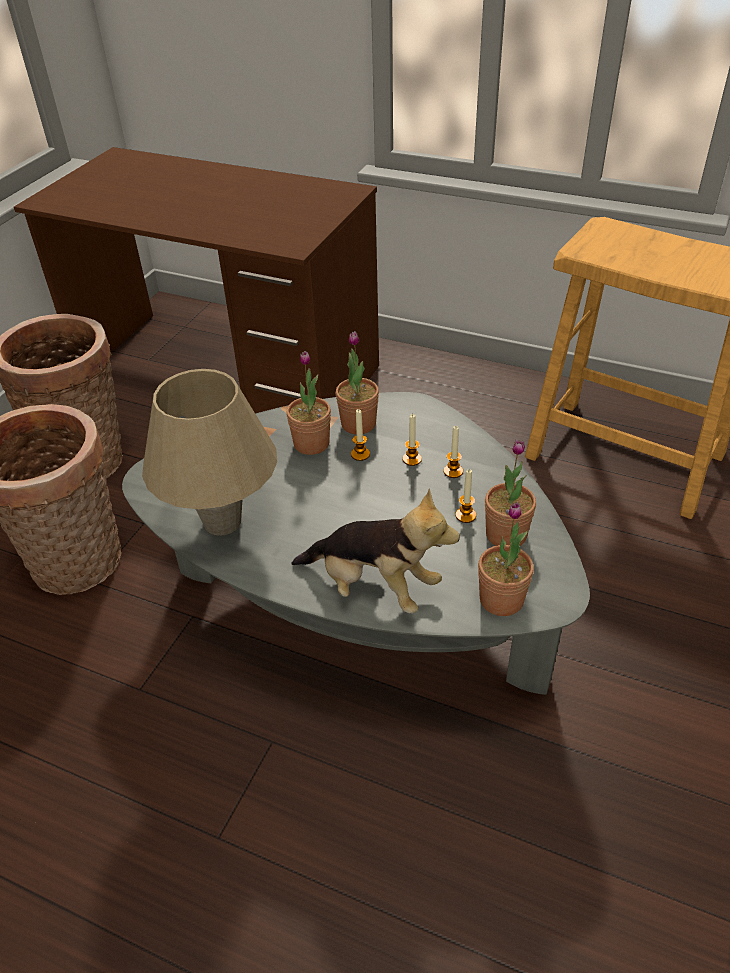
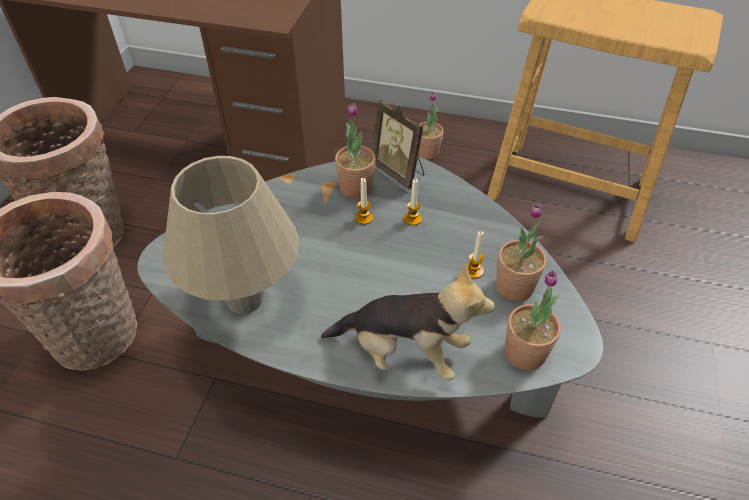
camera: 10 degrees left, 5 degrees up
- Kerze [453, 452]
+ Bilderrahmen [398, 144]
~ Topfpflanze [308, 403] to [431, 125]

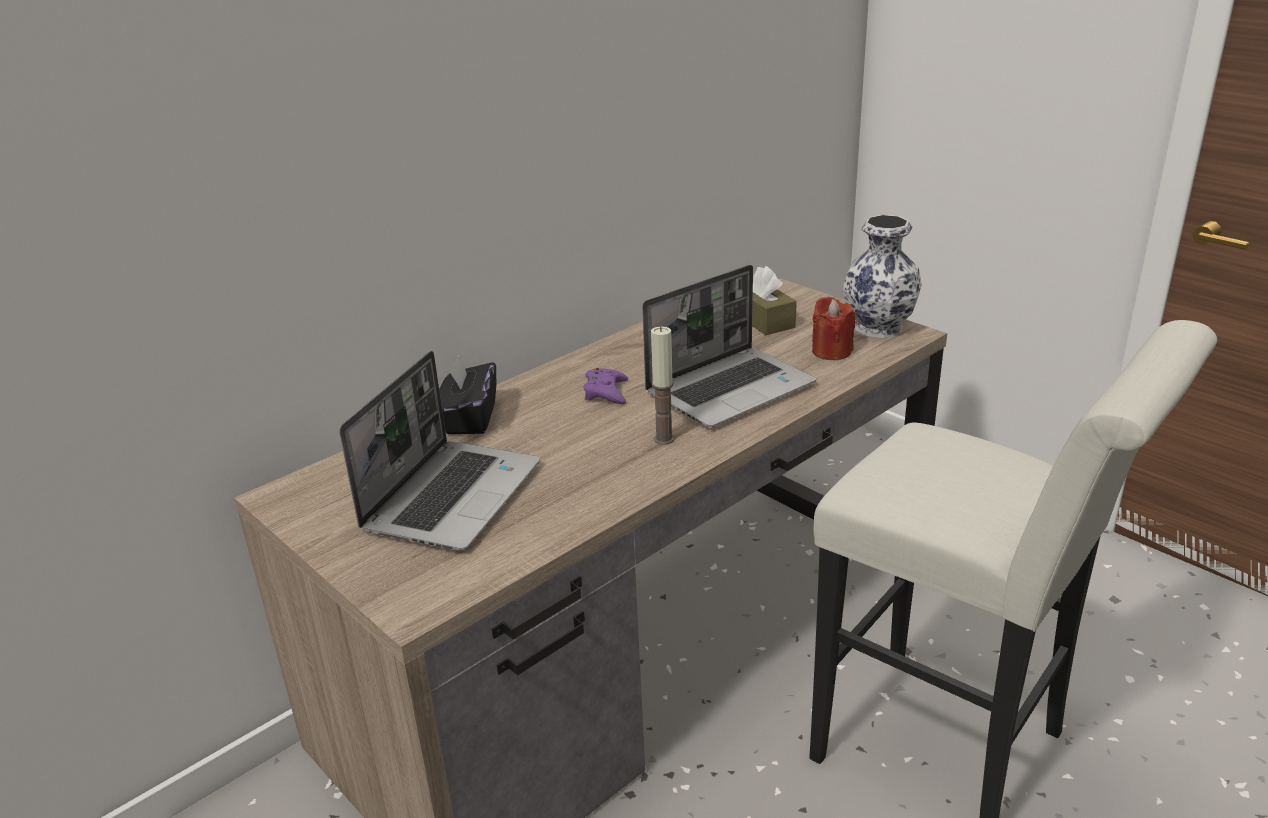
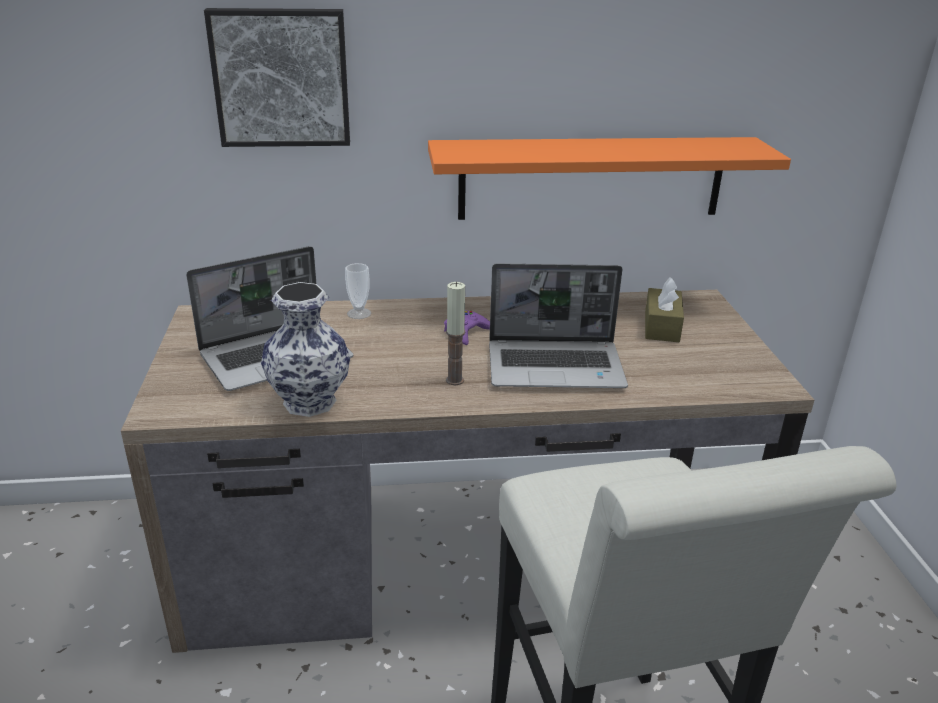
camera: 35 degrees right, 0 degrees up
- Kerze/rot [833, 328]
+ Bild [277, 77]
+ Wandregal/orange [609, 178]
~ Vase [882, 276] to [305, 349]
~ Taschentuchbox/schwarz [467, 394] to Tasse [358, 291]

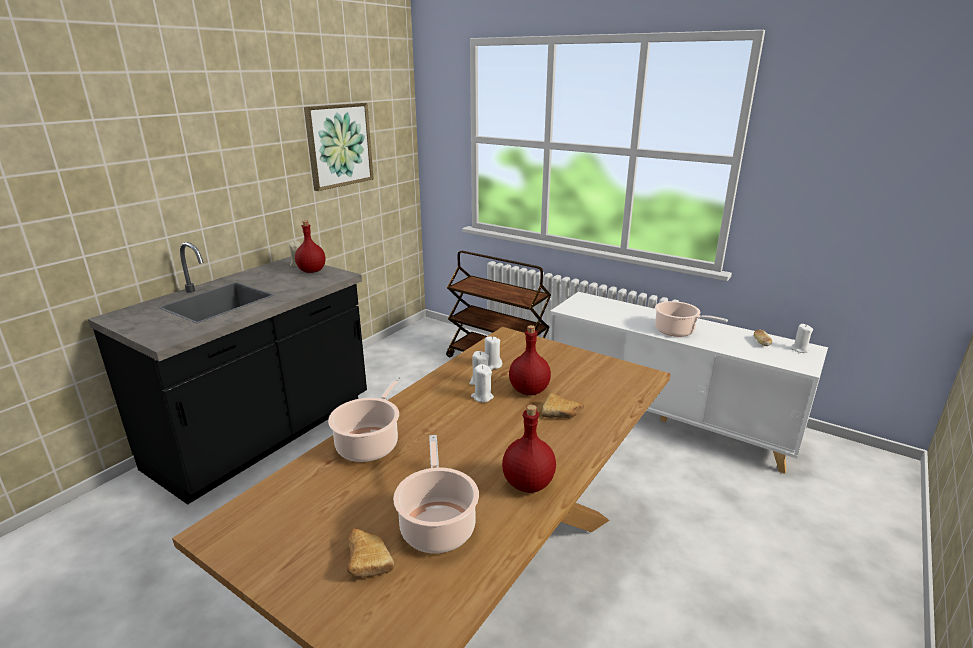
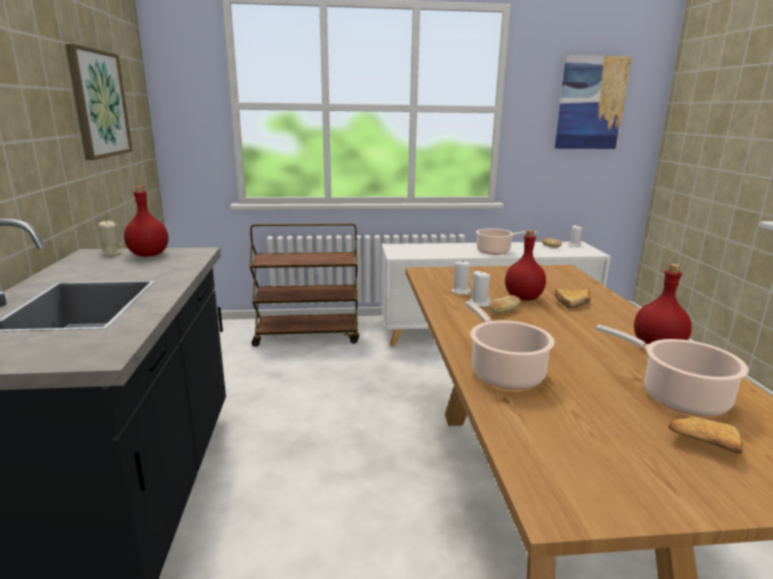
camera: 40 degrees left, 5 degrees down
+ Bild [593, 102]
~ Kerze/weiß [482, 383] to Brot [504, 304]

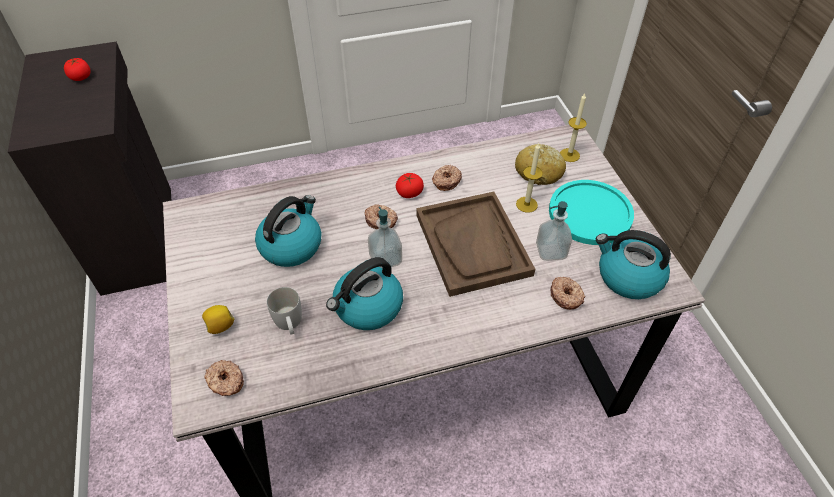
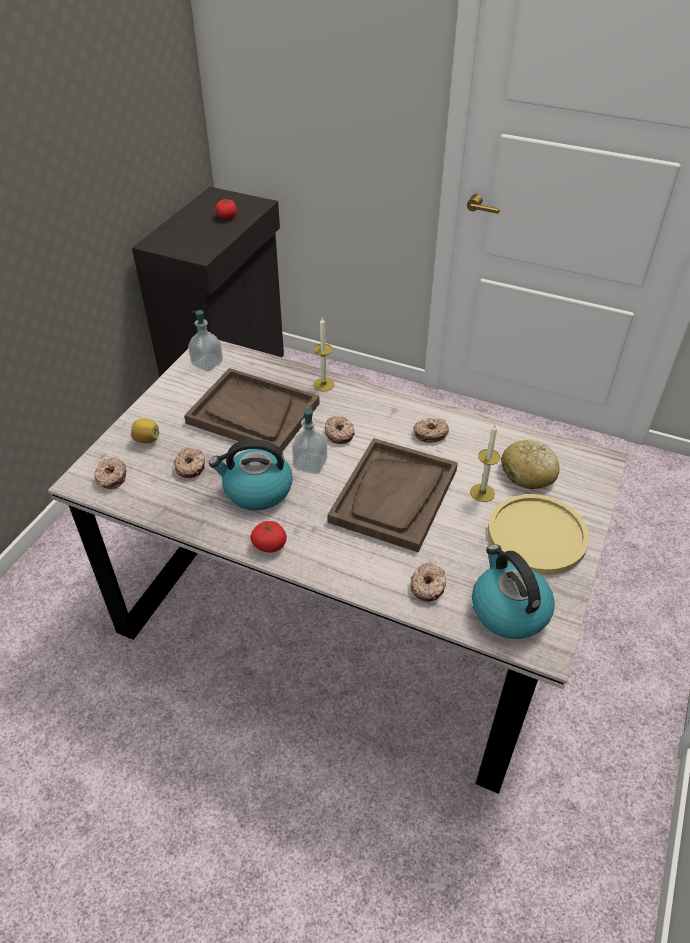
camera: 40 degrees right, 5 degrees down
~ Tomate [410, 185] to [268, 536]
~ Seifenspender [554, 231] to [205, 341]
~ Kerze [573, 128] to [324, 355]
~ Wasserkessel [288, 231] to Tablett/braun [252, 410]
~ Henkelbecher/weiß [284, 311] to Donut [189, 463]
~ Teller/türkis [591, 212] to Teller/gelb [538, 534]

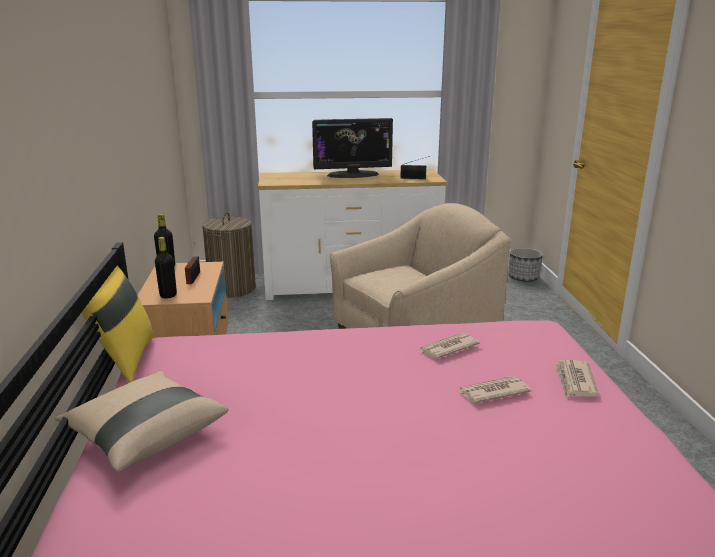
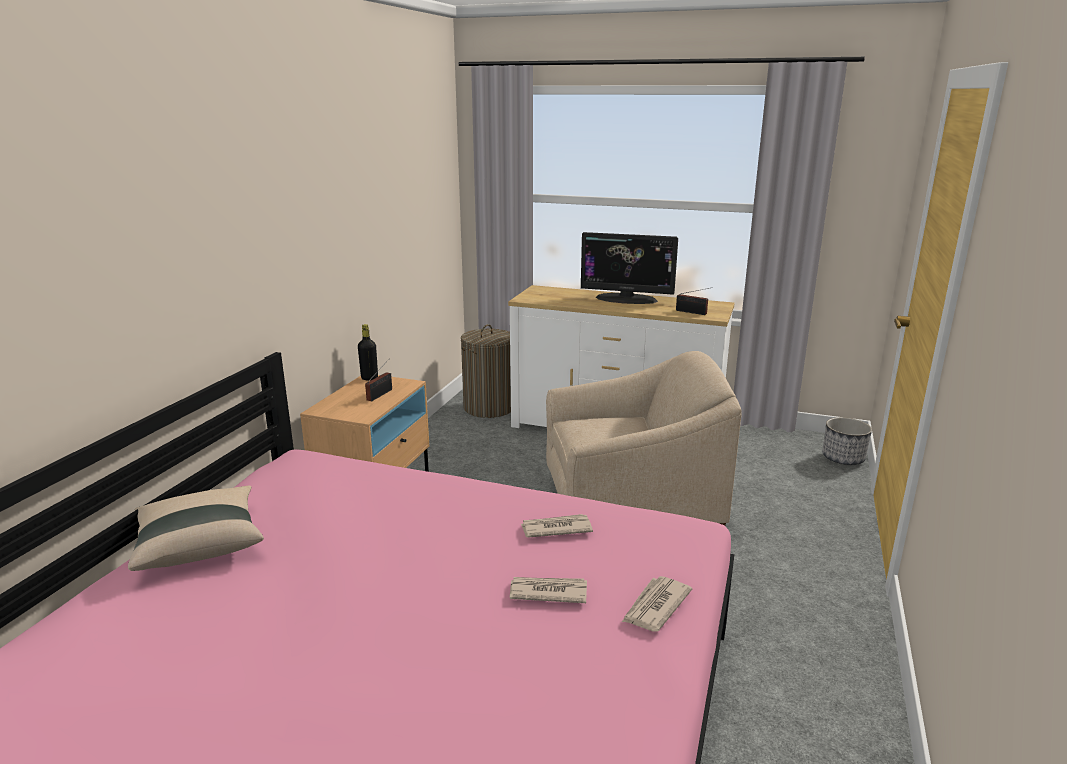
camera: 25 degrees right, 0 degrees up
- Kissen/gelb [117, 324]
- Flasche/schwarz [166, 267]

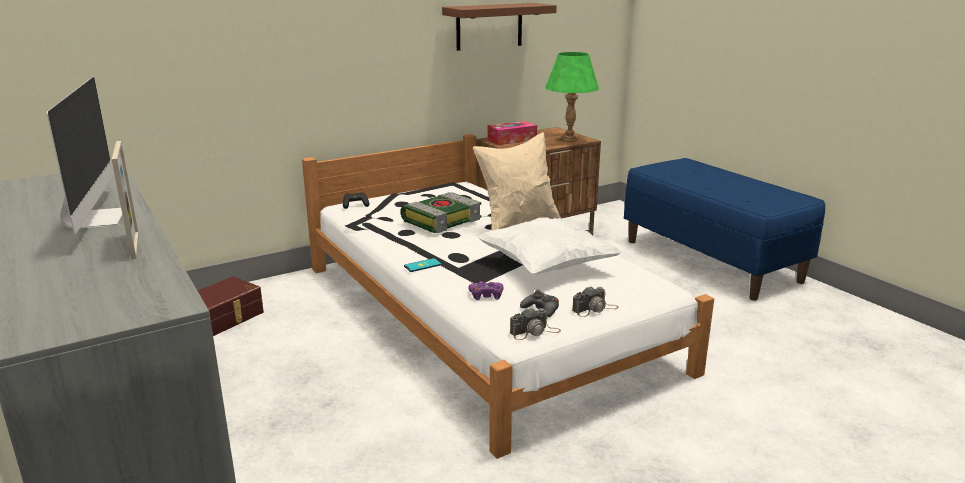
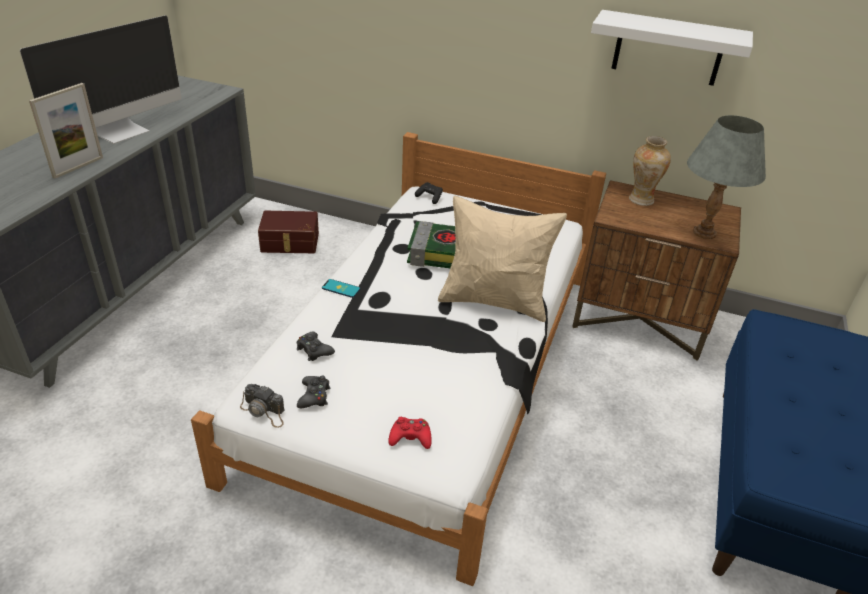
camera: 50 degrees right, 15 degrees up
- Kissen/weiß [549, 245]
- Kamera [595, 301]
+ Gamepad/rot [409, 433]
~ Taschentuchbox [512, 133] to Vase [650, 171]
~ Wandregal/braun [499, 27] to Wandregal/weiß [672, 48]
~ Gamepad/lila [486, 290] to Gamepad/schwarz [316, 346]
~ Tischlampe/grün [572, 97] to Tischlampe/grau [726, 177]

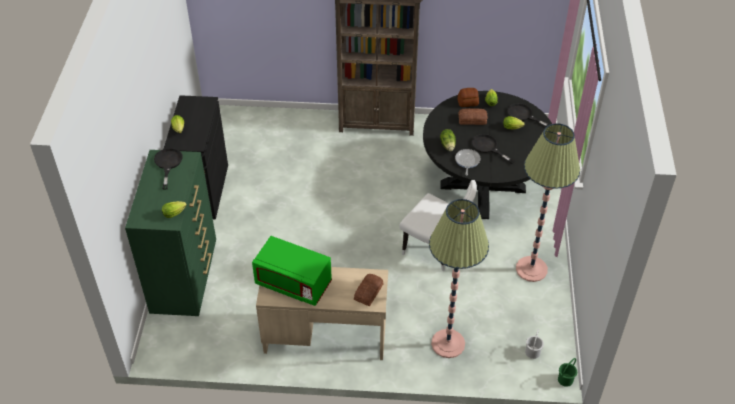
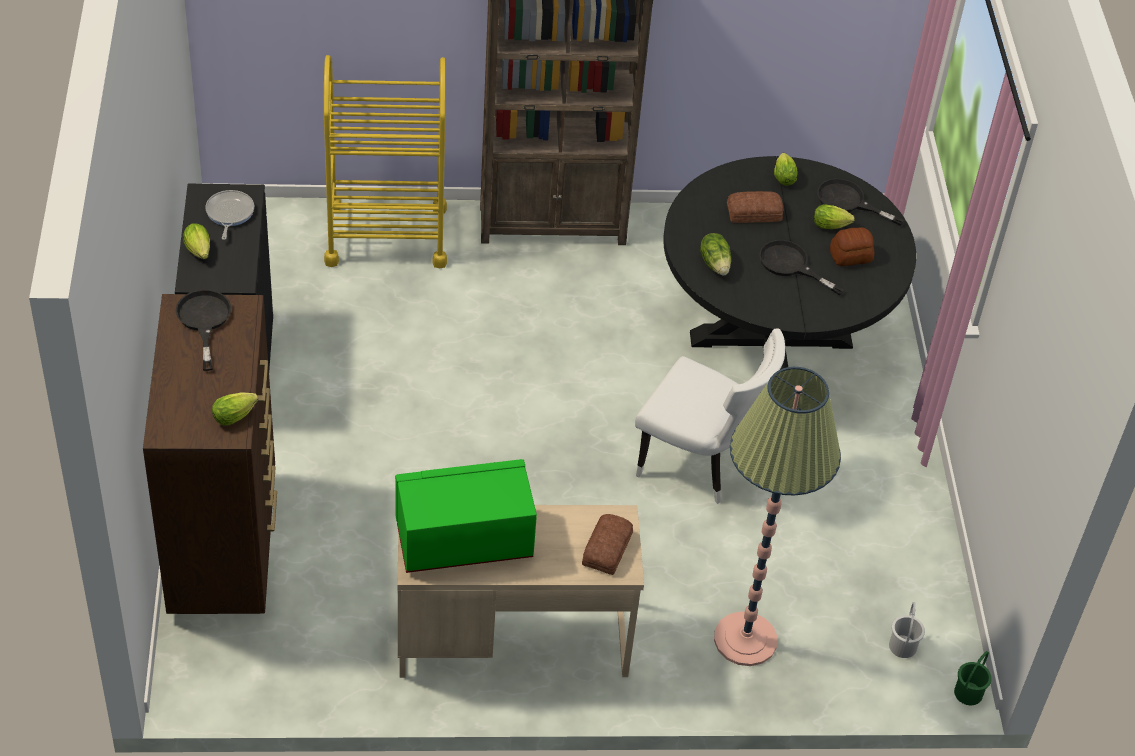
camera: 10 degrees left, 0 degrees up
- Stehlampe [548, 202]
+ Rollwagen/gelb [385, 162]
~ Pfanne [467, 162] to [229, 215]
~ Brot [468, 97] to [852, 246]
~ Kommode/grün [170, 233] to Kommode/braun [210, 454]
~ Mikrowelle/grün [292, 271] = [466, 516] 150 degrees clockwise

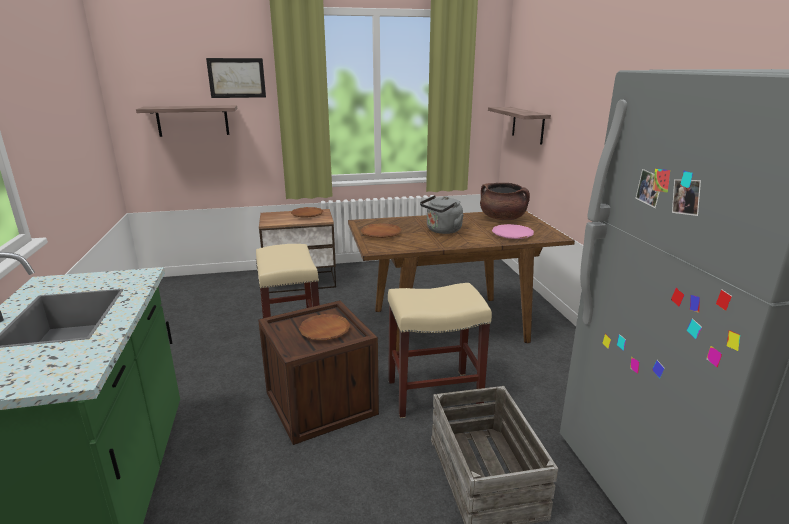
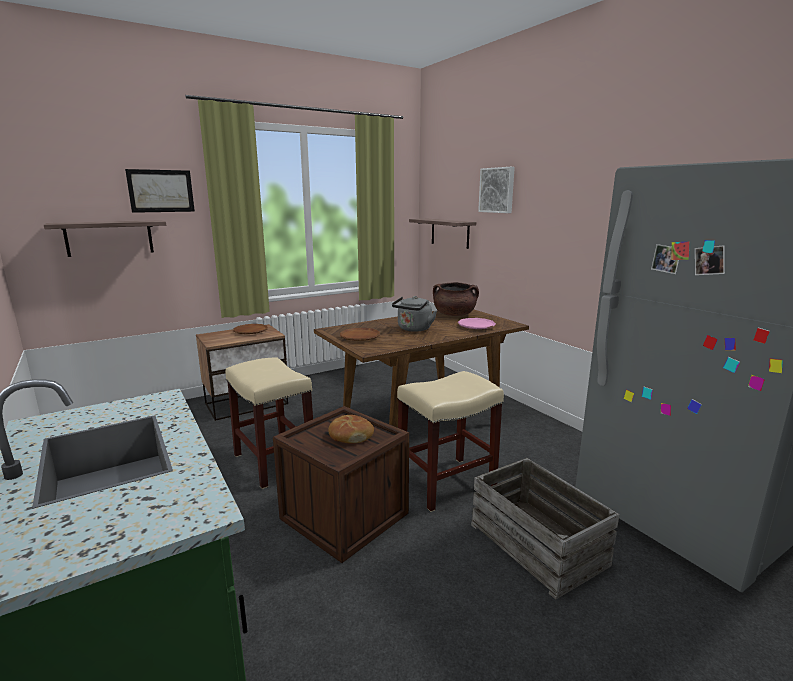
camera: 20 degrees left, 5 degrees down
+ Bild [496, 190]
~ Teller/braun [324, 327] to Brot [351, 429]

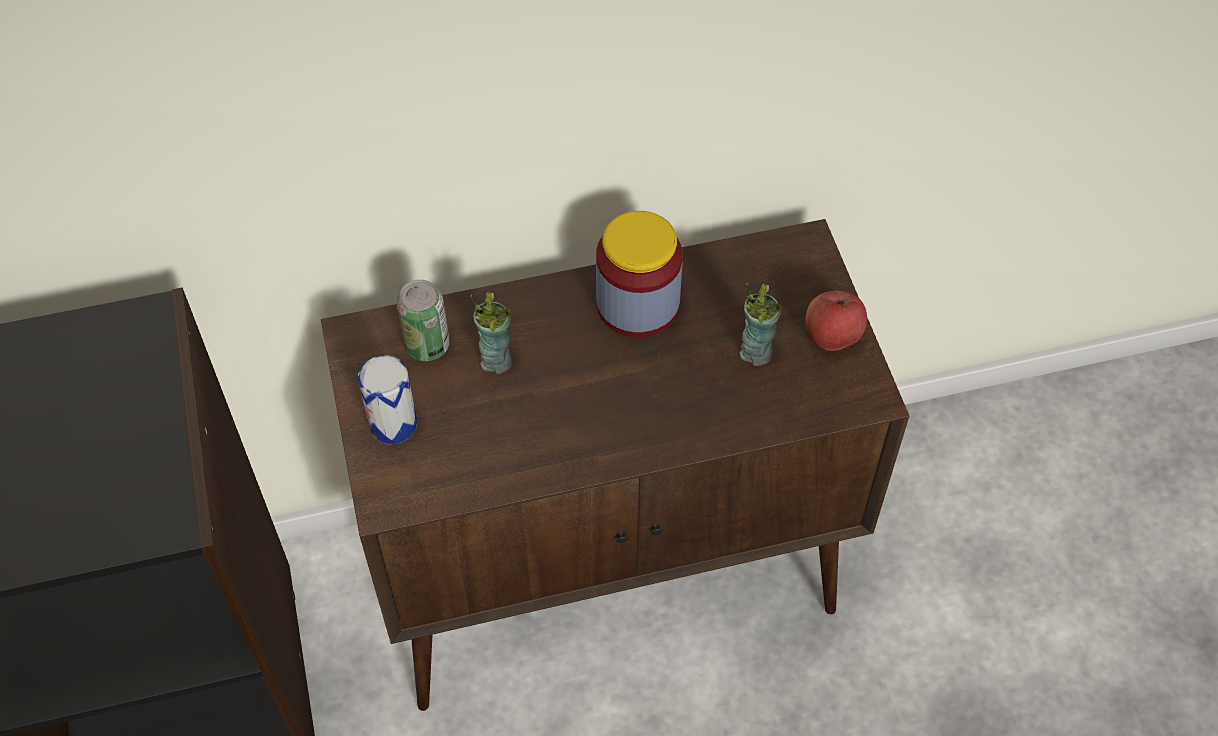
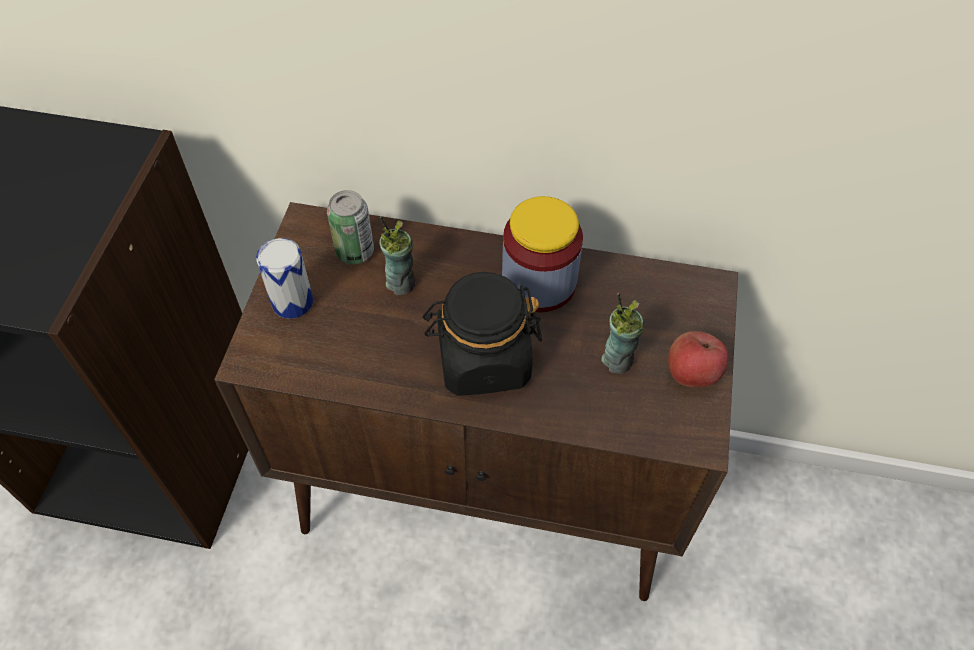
camera: 25 degrees right, 0 degrees up
+ Vorratsglas/schwarz [482, 334]

